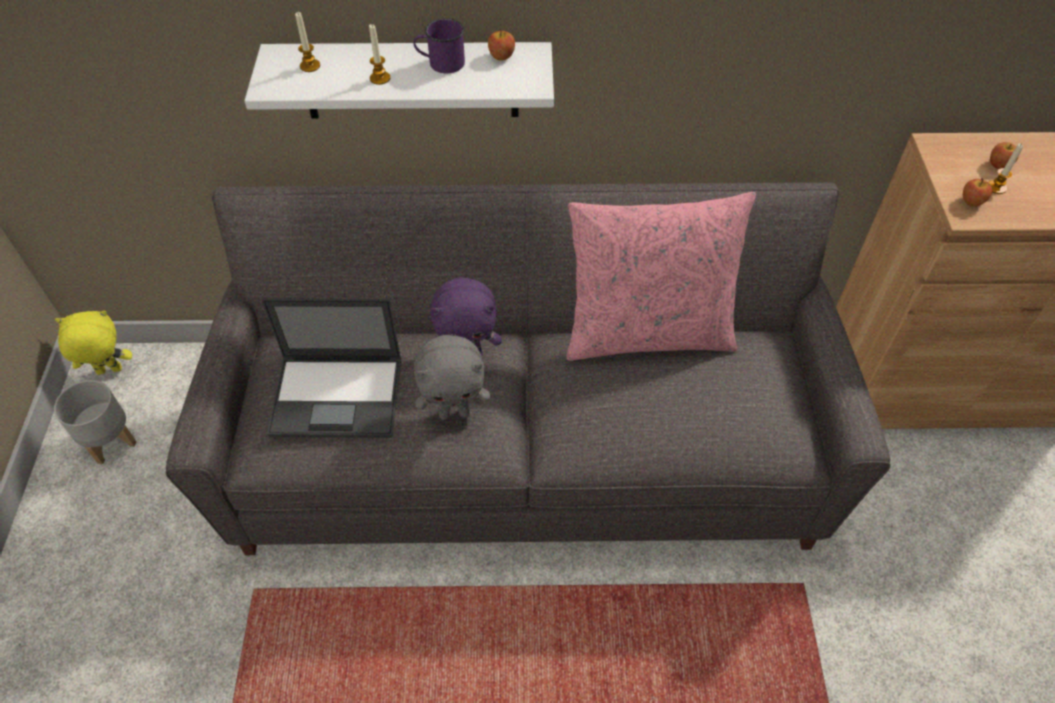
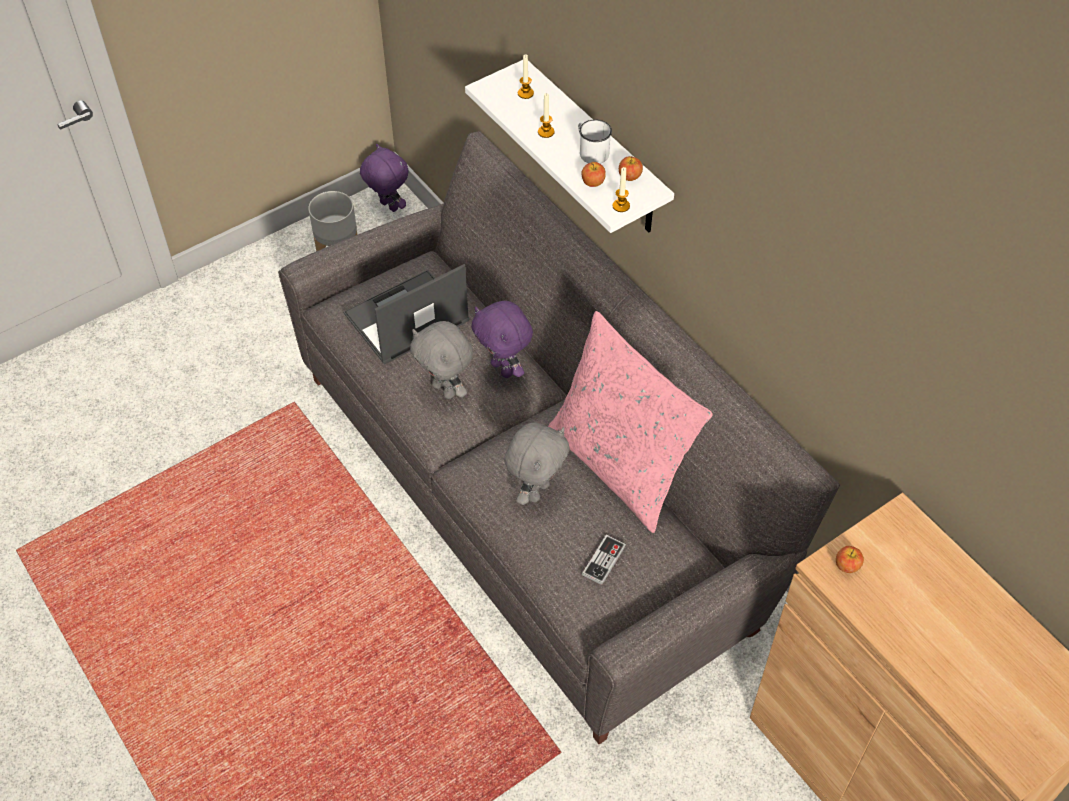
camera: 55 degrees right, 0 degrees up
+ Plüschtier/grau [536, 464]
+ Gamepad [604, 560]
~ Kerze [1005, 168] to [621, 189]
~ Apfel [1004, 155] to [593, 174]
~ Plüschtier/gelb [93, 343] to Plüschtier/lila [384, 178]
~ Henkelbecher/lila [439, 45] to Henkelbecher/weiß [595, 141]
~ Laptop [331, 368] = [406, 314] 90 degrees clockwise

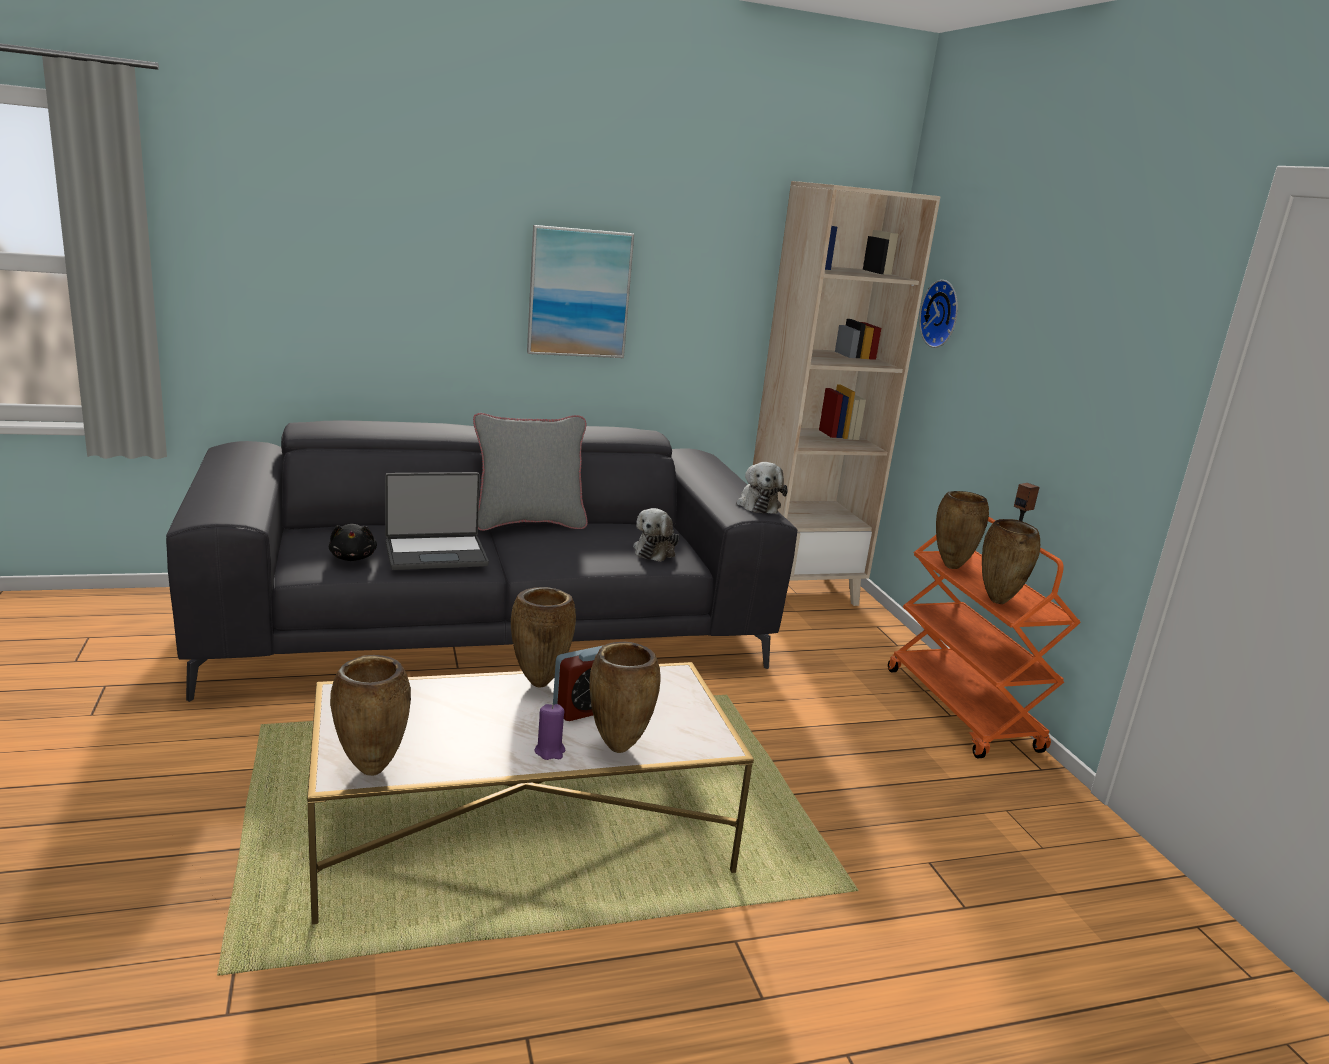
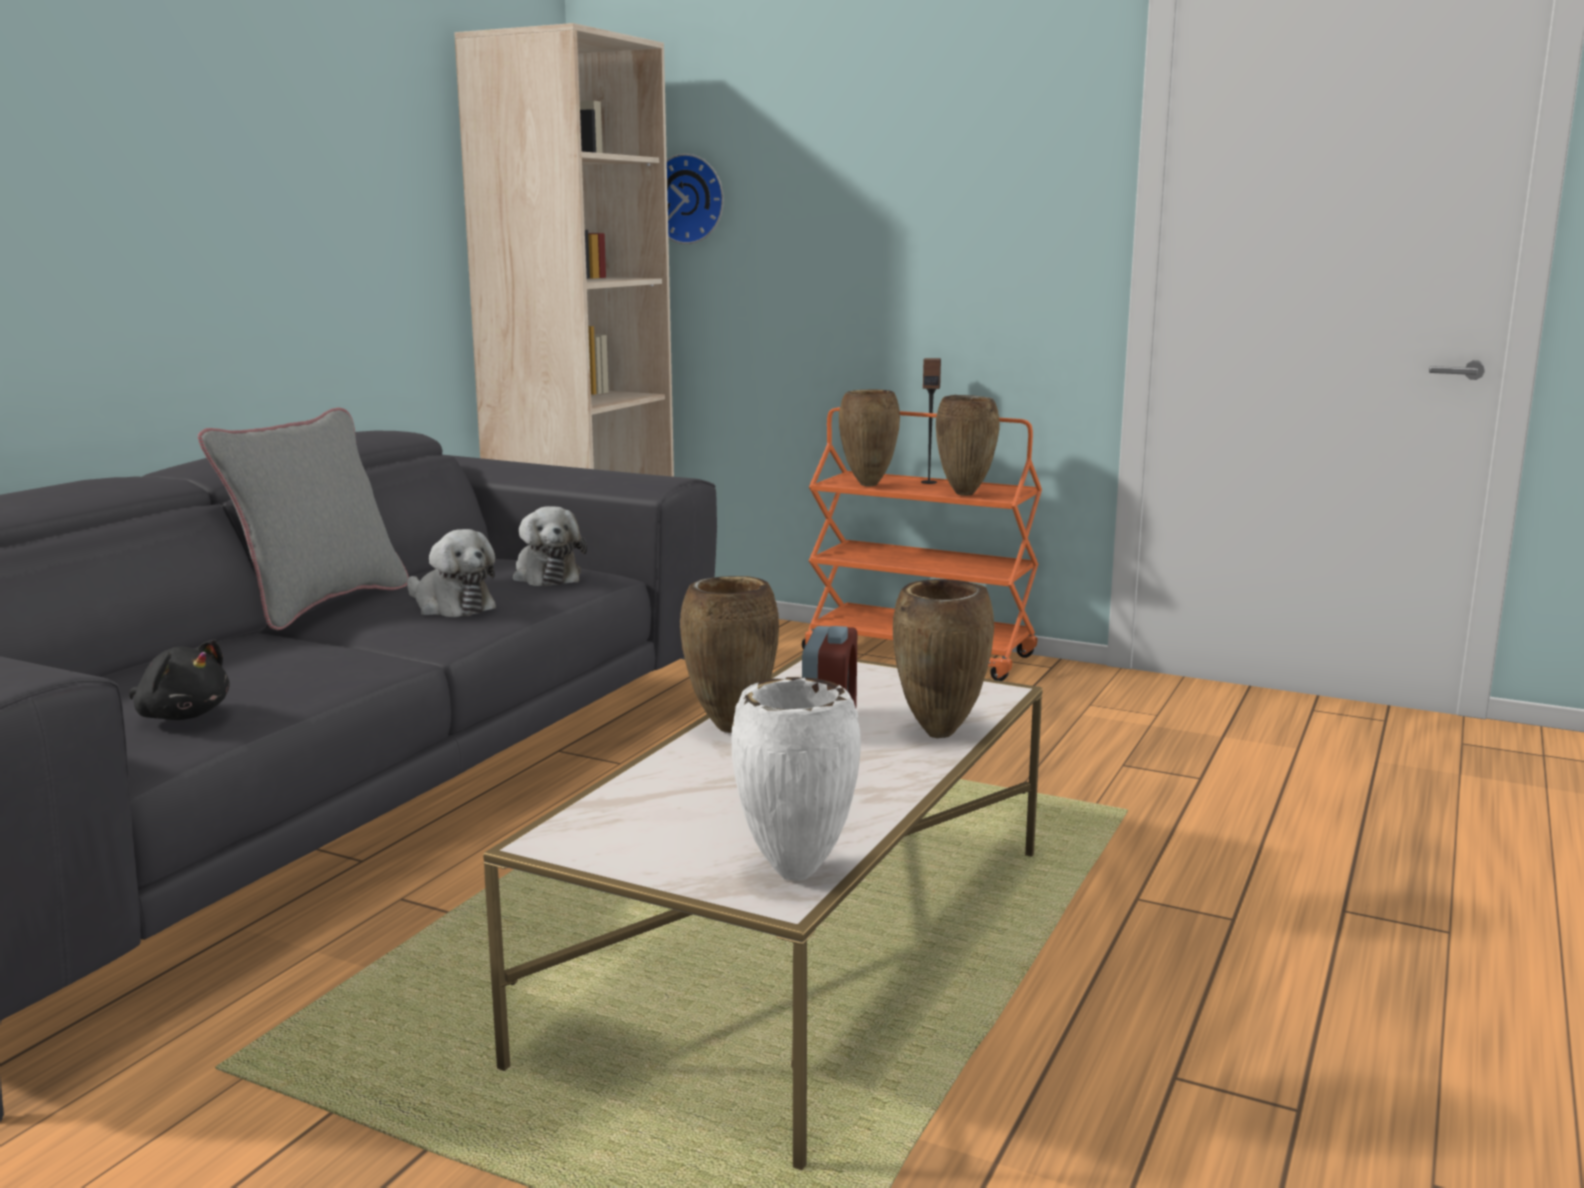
camera: 45 degrees left, 5 degrees down
- Laptop [437, 521]
- Bild [580, 291]
- Kerze/lila [550, 732]
~ Plüschtier [762, 488] to [451, 573]
~ Vase/braun [370, 715] to Vase/weiß [796, 779]

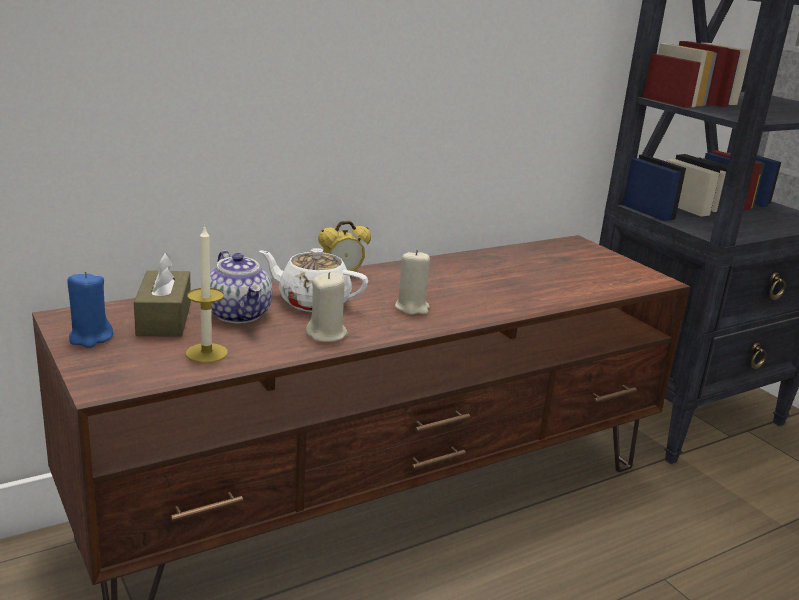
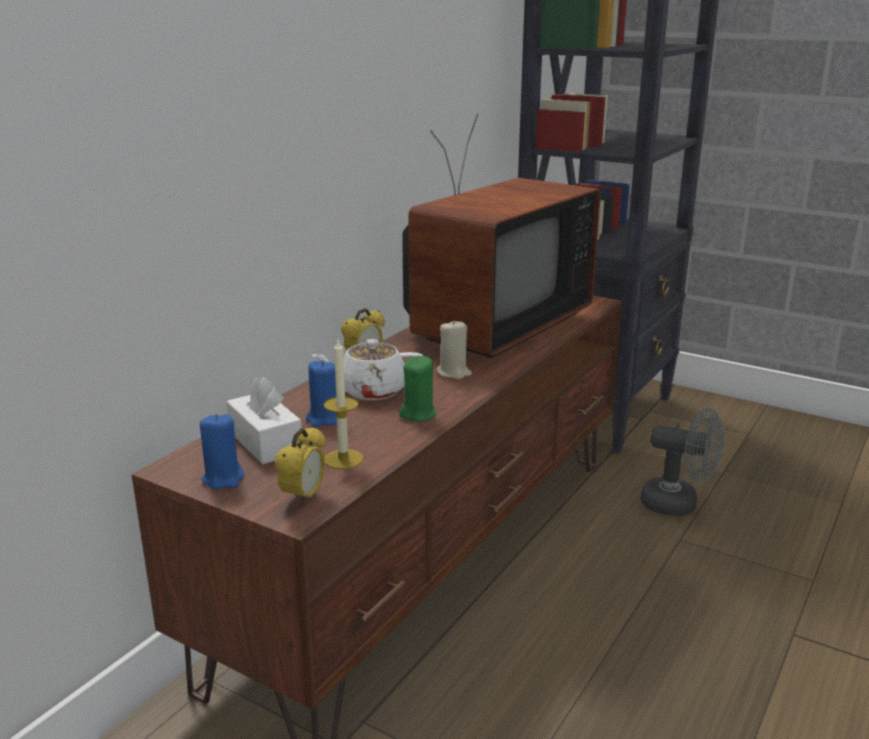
camera: 25 degrees left, 0 degrees up
+ Wecker [300, 467]
+ Fernseher [501, 235]
+ Ventilator/grau [682, 462]
~ Teekanne [241, 287] to Kerze/blau [321, 393]
~ Taschentuchbox/braun [162, 295] to Taschentuchbox/weiß [265, 420]
~ Kerze/beige [327, 307] to Kerze/grün [418, 389]

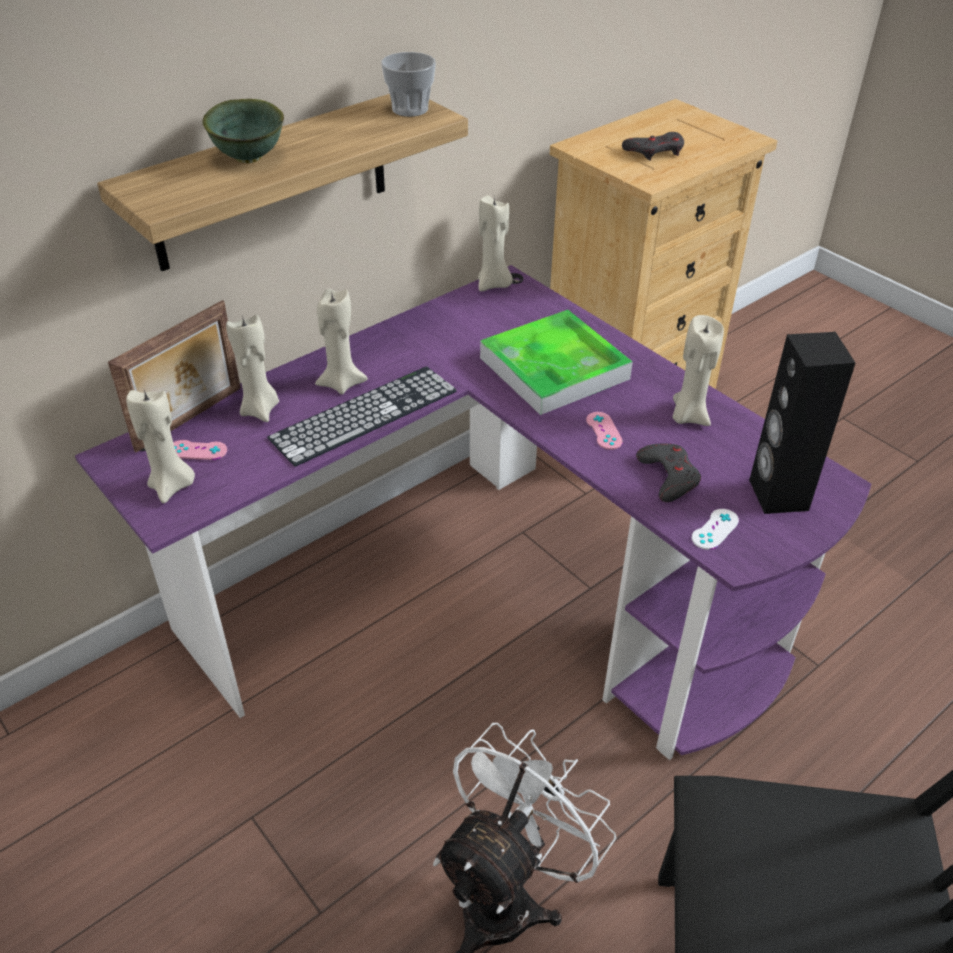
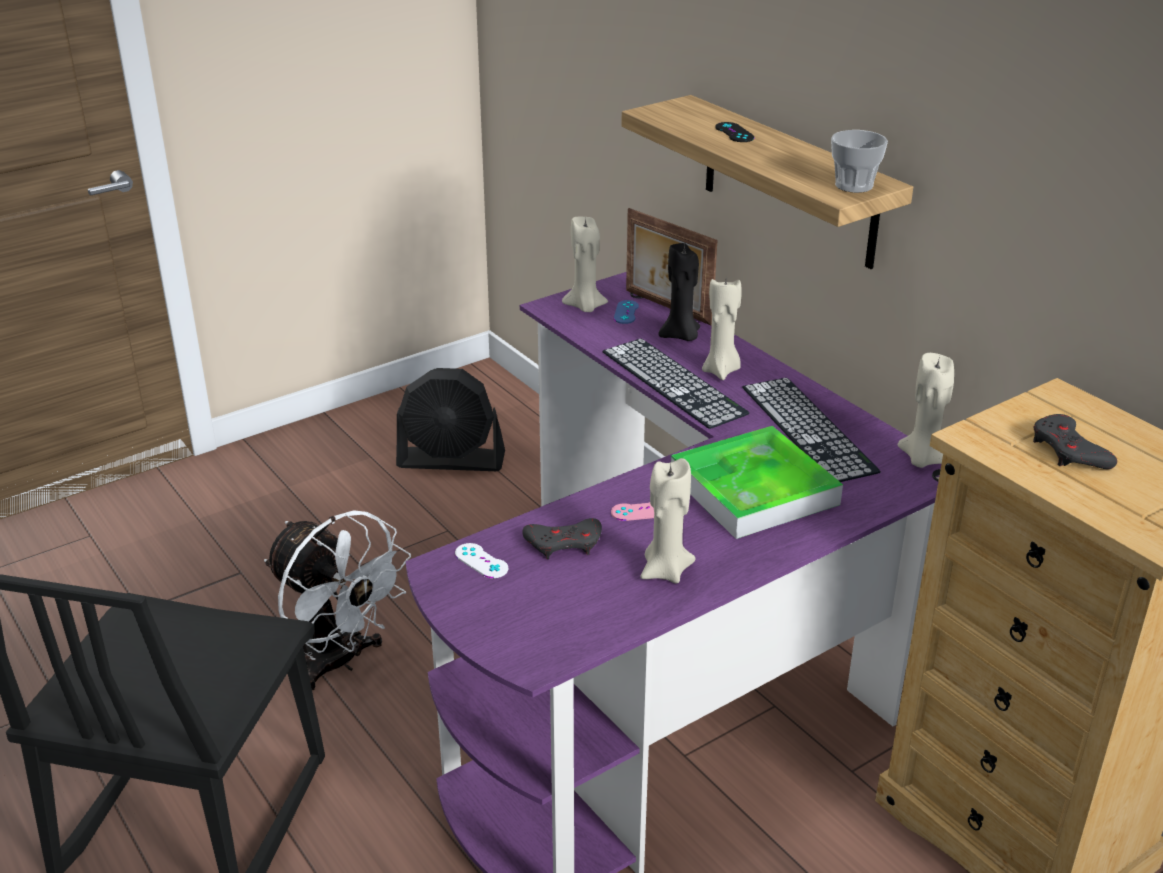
camera: 95 degrees right, 10 degrees down
- Lautsprecher/schwarz [802, 423]
+ Ventilator/schwarz [450, 419]
+ Tastatur [811, 430]
~ Schüssel/grün [243, 131] to Gamepad/schwarz [734, 132]
~ Gamepad/rosa [200, 450] to Gamepad/blau [626, 312]
~ Kerze/beige [252, 368] to Kerze/schwarz [679, 292]

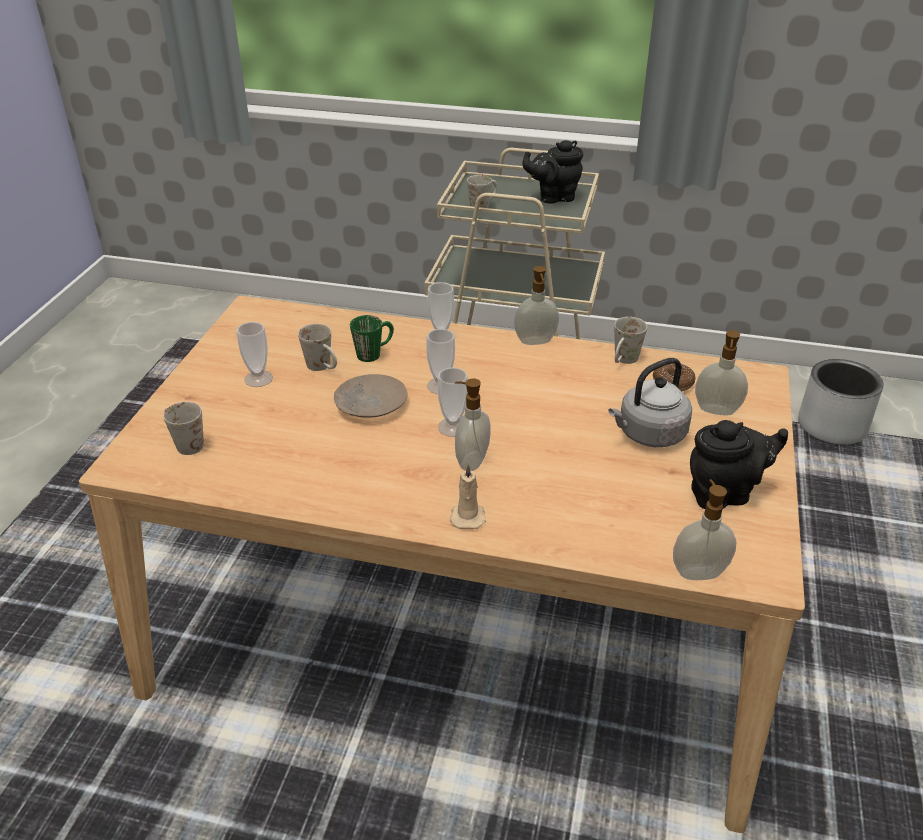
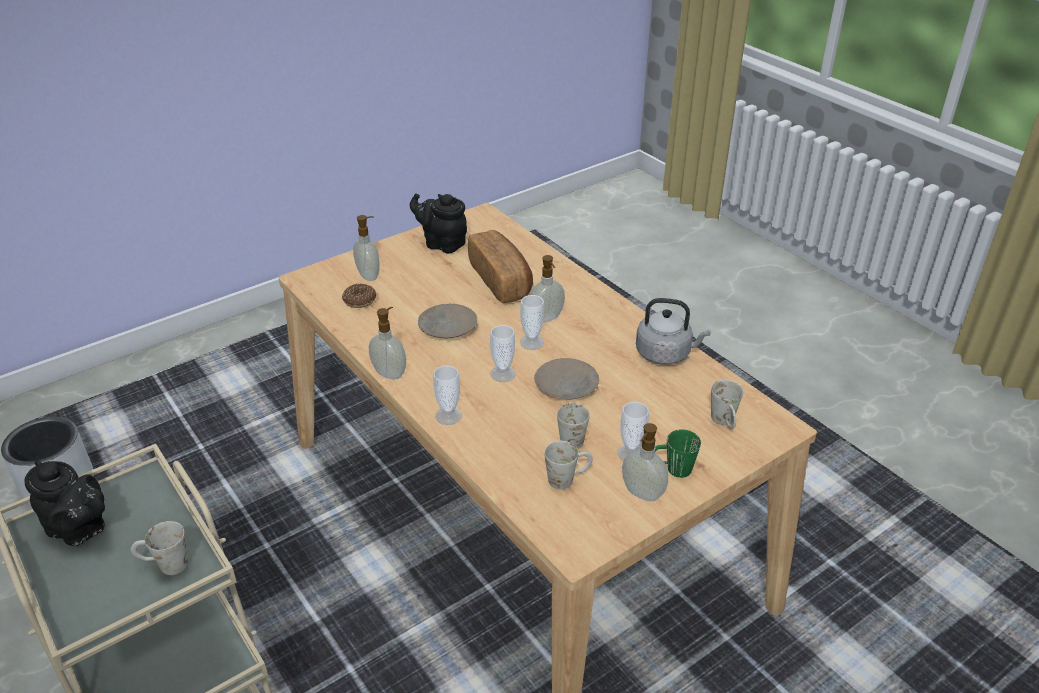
camera: 140 degrees left, 0 degrees up
- Kerze/beige [468, 496]
+ Teller/beige [447, 321]
+ Brot [500, 266]
~ Henkelbecher/grün [372, 338] to [678, 453]
~ Wasserkessel/grau [650, 402] to [673, 331]
~ Henkelbecher/weiß [630, 340] to [568, 465]
~ Seifenspender [705, 529] to [645, 462]

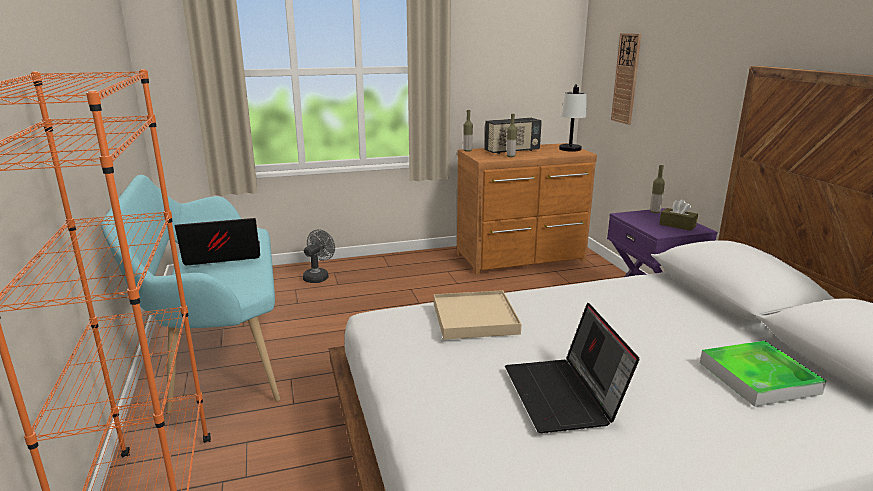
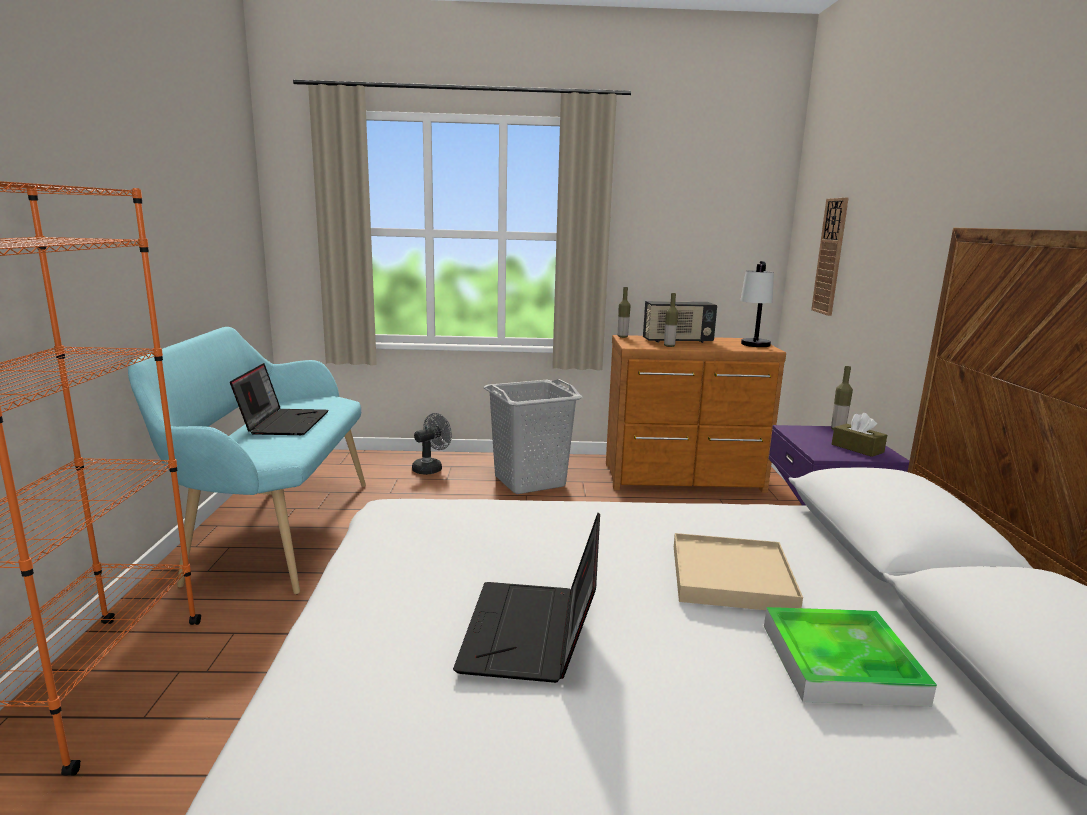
camera: 15 degrees right, 5 degrees down
+ Wäschekorb/grau [533, 436]
~ Tablett/beige [478, 315] to [738, 571]
~ Laptop [217, 241] = [279, 399] 90 degrees clockwise

